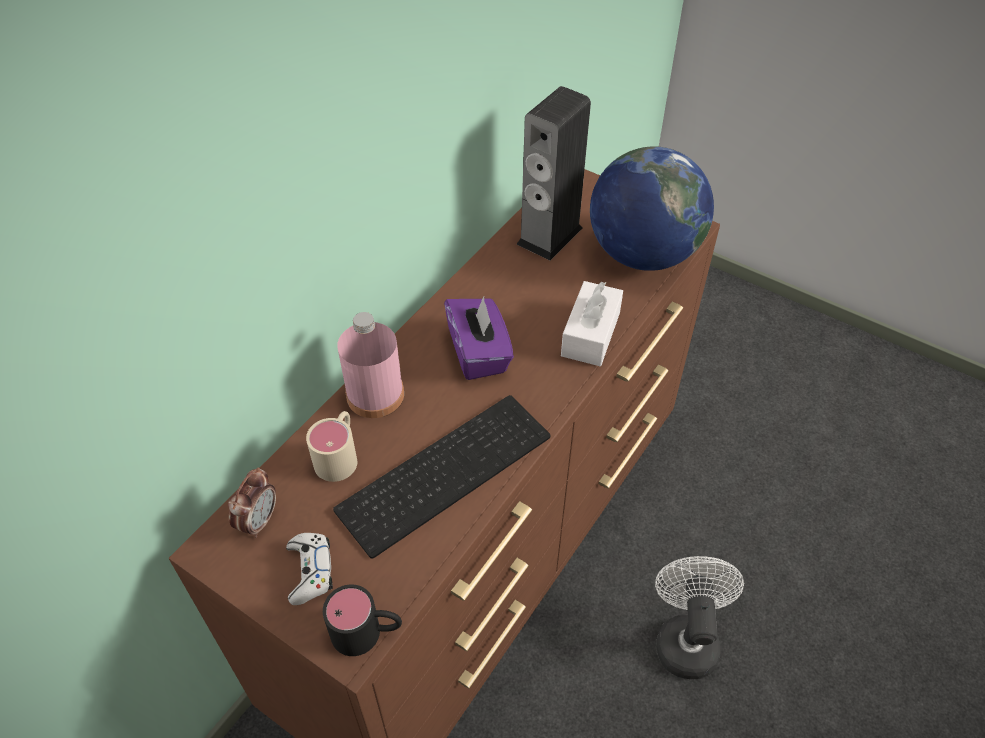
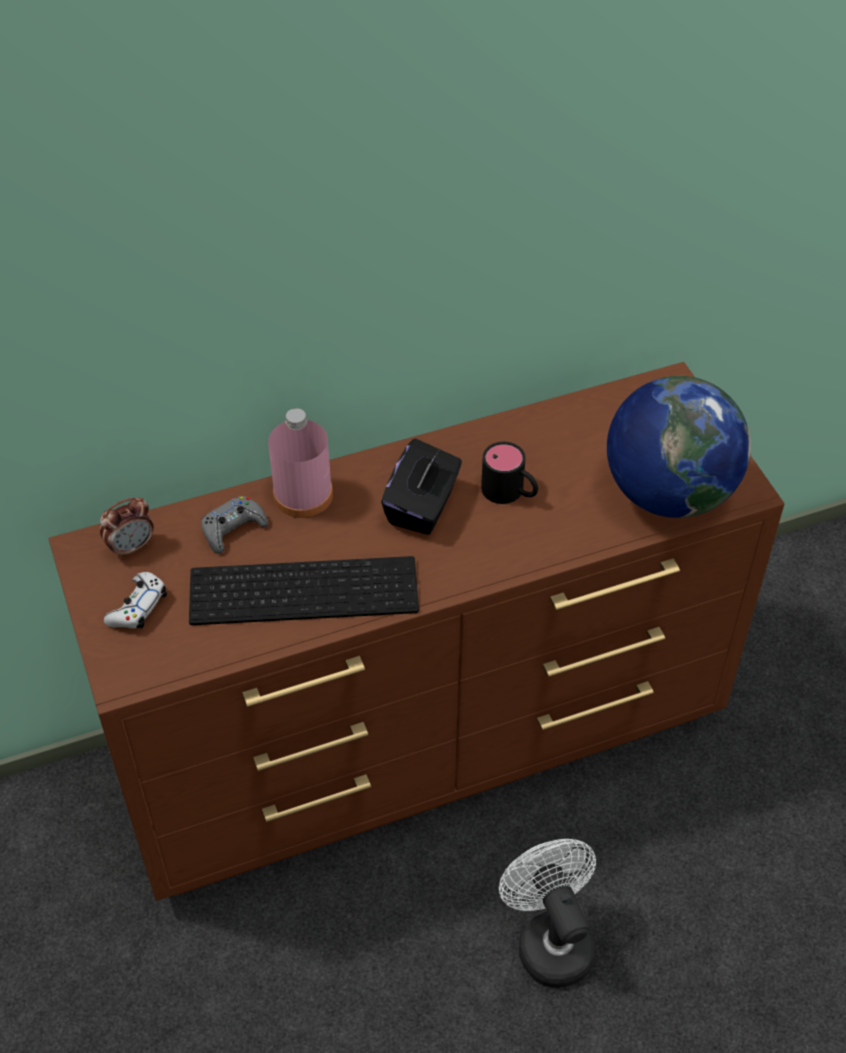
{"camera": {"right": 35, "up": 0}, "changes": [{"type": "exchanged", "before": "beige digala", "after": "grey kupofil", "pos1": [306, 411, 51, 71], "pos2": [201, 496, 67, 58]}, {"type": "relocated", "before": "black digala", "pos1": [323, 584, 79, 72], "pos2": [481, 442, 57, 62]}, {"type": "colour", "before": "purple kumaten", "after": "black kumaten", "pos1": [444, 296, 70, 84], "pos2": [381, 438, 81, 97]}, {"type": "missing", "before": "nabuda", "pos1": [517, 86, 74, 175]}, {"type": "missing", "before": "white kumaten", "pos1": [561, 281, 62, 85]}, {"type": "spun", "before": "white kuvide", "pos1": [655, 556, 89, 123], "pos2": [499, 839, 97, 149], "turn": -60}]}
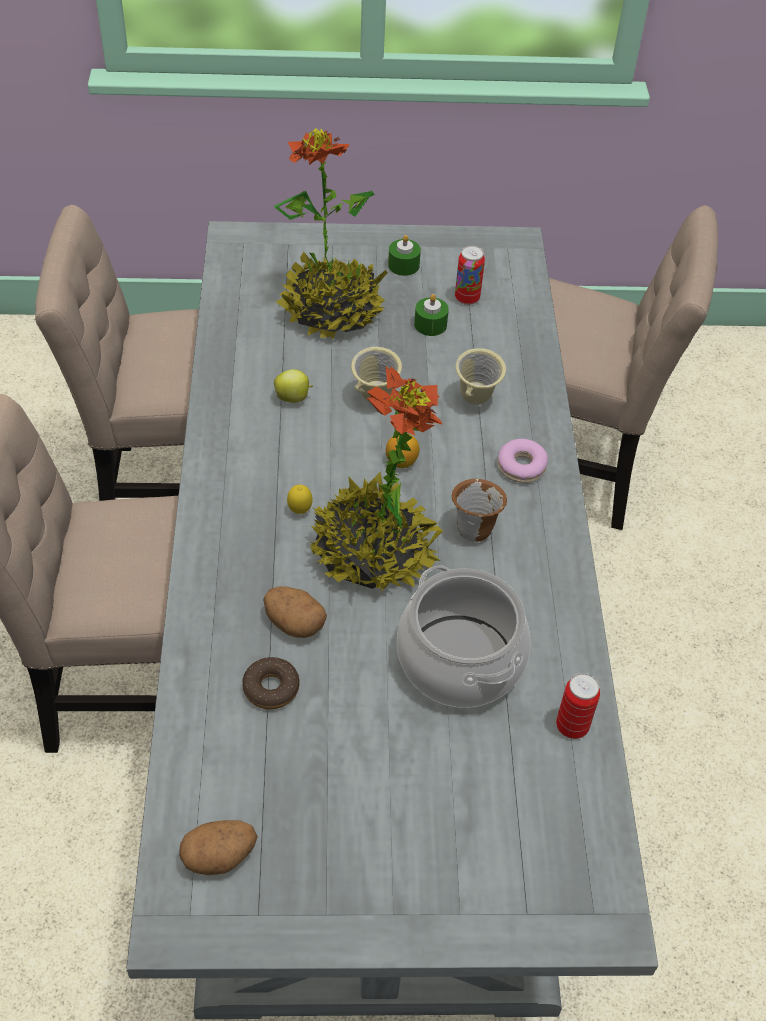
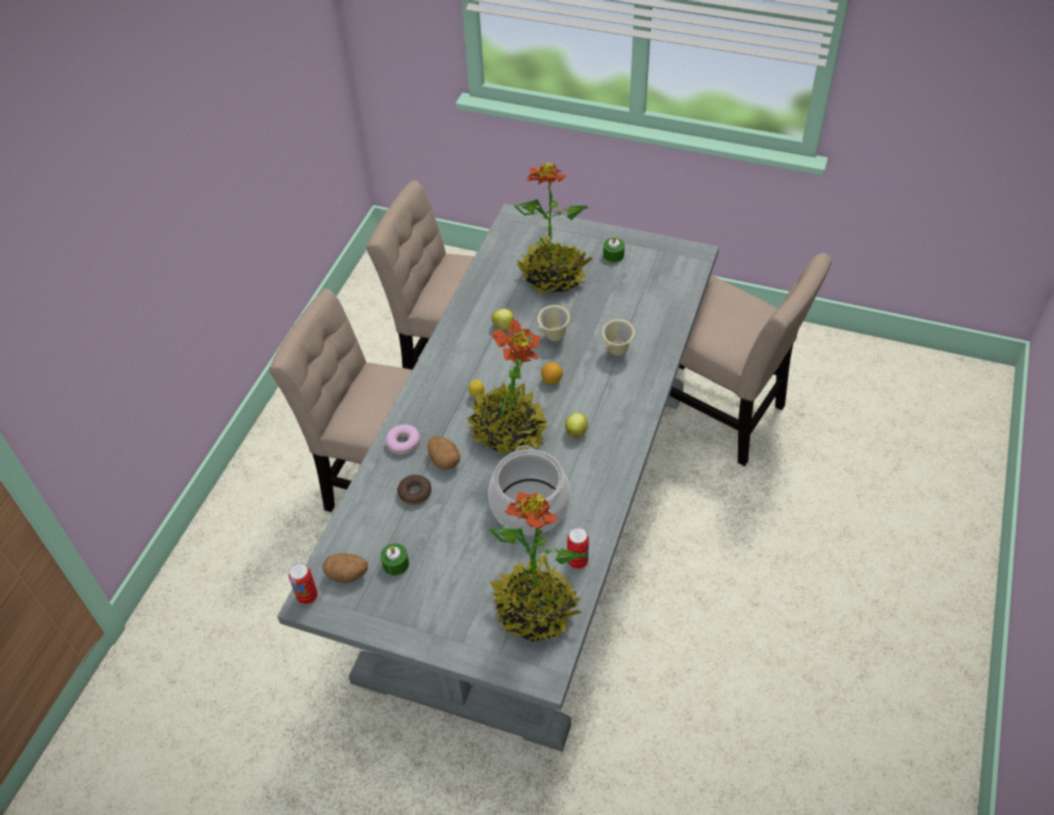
{"camera": {"right": 25, "up": 0}, "changes": [{"type": "relocated", "before": "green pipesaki", "pos1": [414, 294, 35, 42], "pos2": [380, 543, 29, 33]}, {"type": "exchanged", "before": "brown digala", "after": "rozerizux", "pos1": [451, 479, 56, 63], "pos2": [565, 413, 23, 25]}, {"type": "relocated", "before": "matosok", "pos1": [455, 245, 30, 60], "pos2": [289, 563, 29, 41]}, {"type": "relocated", "before": "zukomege", "pos1": [497, 439, 51, 44], "pos2": [386, 424, 34, 31]}, {"type": "appeared", "after": "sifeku", "pos2": [489, 491, 99, 151]}]}
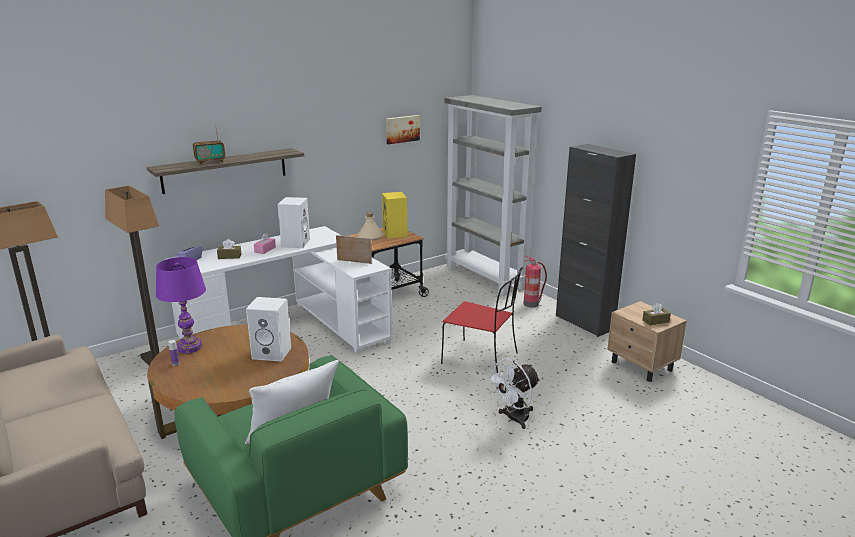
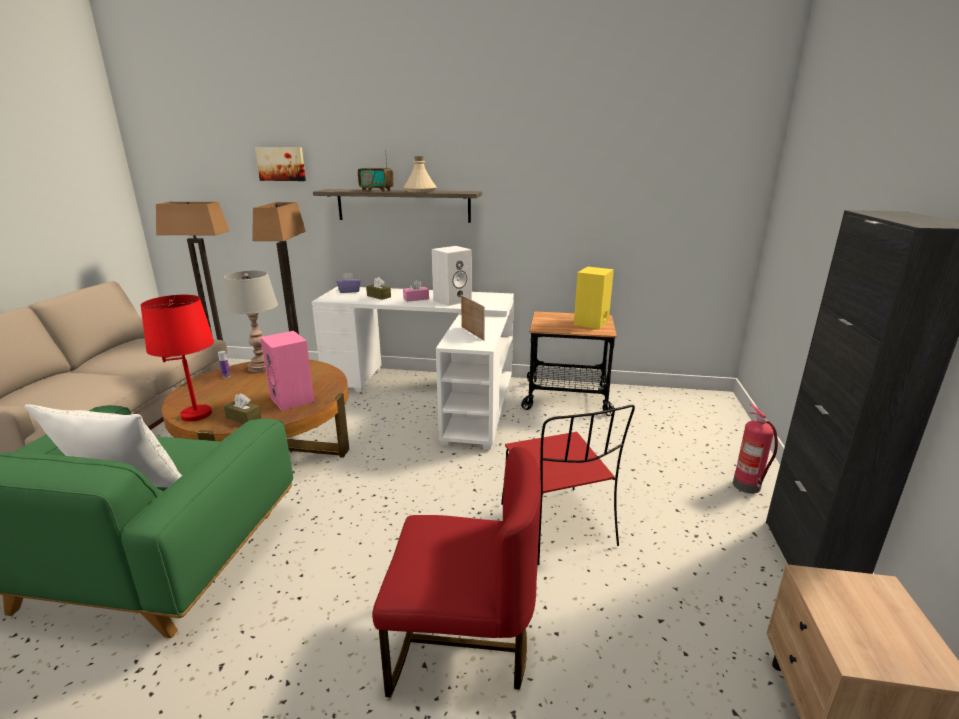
{"camera": {"right": 45, "up": 0}, "changes": [{"type": "colour", "before": "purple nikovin", "after": "grey nikovin", "pos1": [156, 257, 50, 97], "pos2": [224, 270, 54, 103]}, {"type": "colour", "before": "white nabuda", "after": "pink nabuda", "pos1": [246, 297, 45, 65], "pos2": [260, 331, 55, 80]}, {"type": "relocated", "before": "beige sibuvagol", "pos1": [357, 212, 26, 29], "pos2": [403, 156, 34, 36]}, {"type": "relocated", "before": "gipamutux", "pos1": [386, 115, 34, 30], "pos2": [255, 148, 51, 33]}, {"type": "missing", "before": "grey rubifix", "pos1": [444, 95, 98, 201]}, {"type": "exchanged", "before": "white kuvide", "after": "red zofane", "pos1": [486, 359, 54, 70], "pos2": [372, 447, 169, 251]}, {"type": "relocated", "before": "brown kumaten", "pos1": [642, 303, 29, 22], "pos2": [224, 393, 38, 31]}, {"type": "appeared", "after": "red nikovin", "pos2": [140, 295, 74, 126]}]}
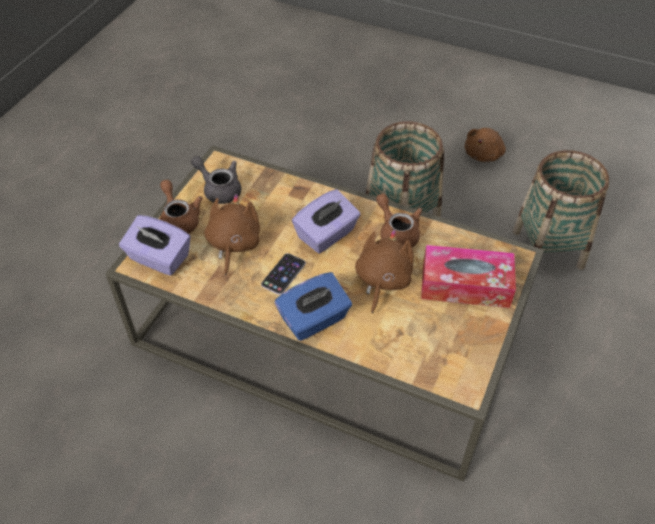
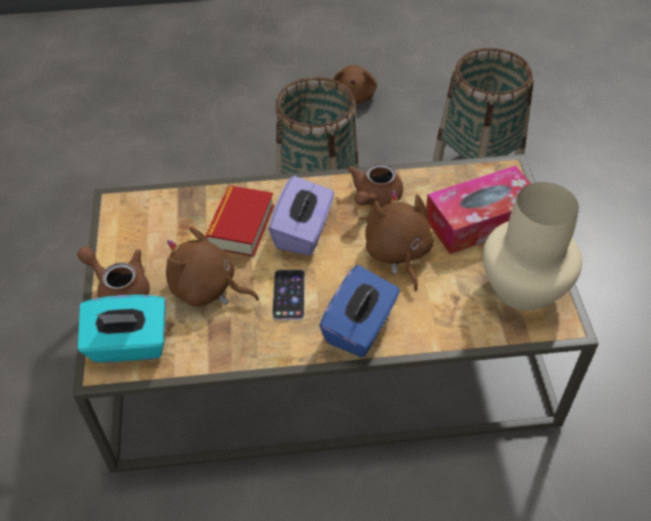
{"camera": {"right": -30, "up": 0}, "changes": [{"type": "colour", "before": "purple kumaten", "after": "turquoise kumaten", "pos1": [119, 215, 72, 61], "pos2": [78, 295, 88, 68]}, {"type": "missing", "before": "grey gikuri", "pos1": [191, 156, 50, 48]}, {"type": "spun", "before": "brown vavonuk", "pos1": [205, 194, 55, 81], "pos2": [166, 227, 93, 80], "turn": -45}, {"type": "spun", "before": "brown gikuri", "pos1": [376, 193, 46, 54], "pos2": [347, 163, 56, 44], "turn": -90}, {"type": "appeared", "after": "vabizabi", "pos2": [205, 186, 69, 70]}, {"type": "appeared", "after": "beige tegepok", "pos2": [483, 182, 99, 129]}]}
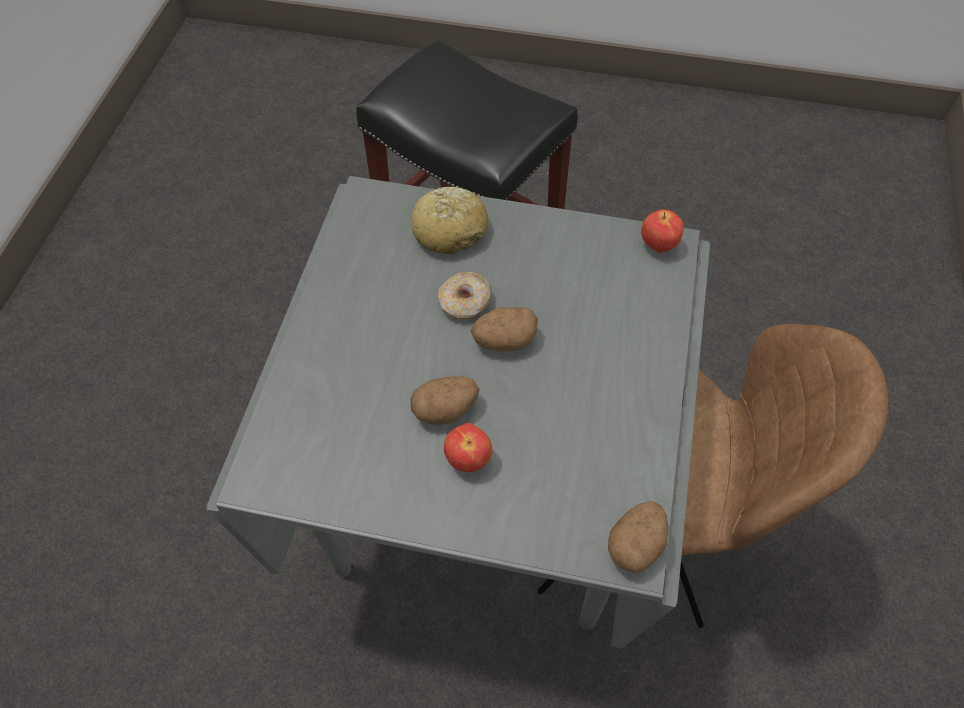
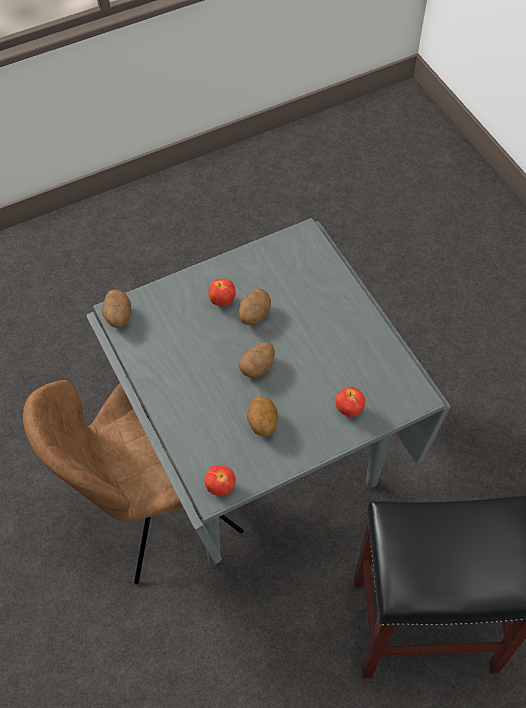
{"camera": {"right": 140, "up": 0}, "changes": [{"type": "exchanged", "before": "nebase", "after": "rozerizux", "pos1": [411, 187, 77, 67], "pos2": [335, 387, 30, 30]}, {"type": "missing", "before": "zukomege", "pos1": [438, 272, 54, 48]}, {"type": "appeared", "after": "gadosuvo", "pos2": [247, 396, 31, 40]}]}
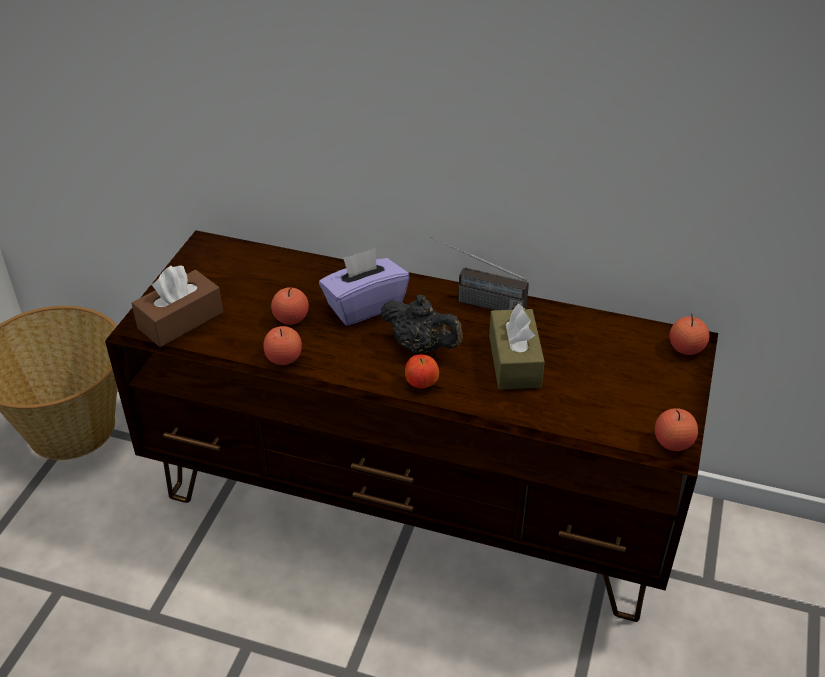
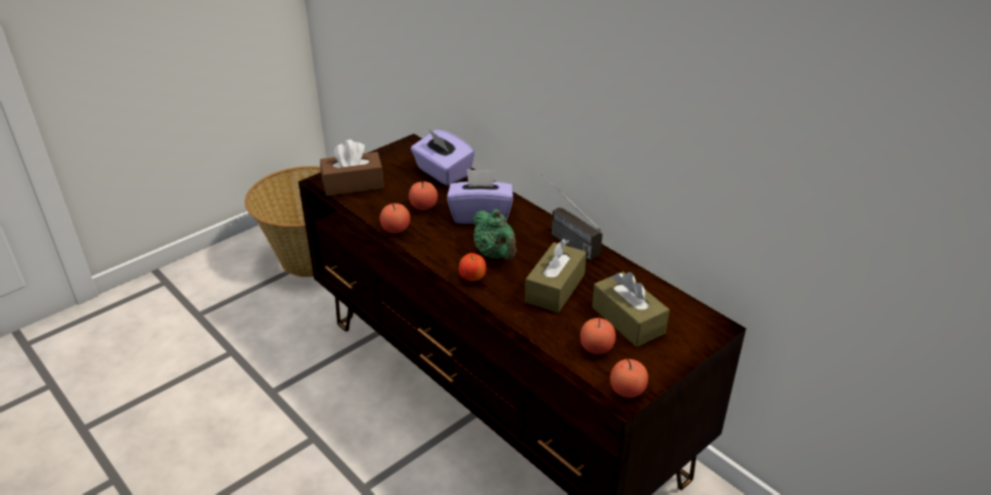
{"camera": {"right": 30, "up": -5}, "changes": [{"type": "colour", "before": "black gikuri", "after": "green gikuri", "pos1": [380, 295, 83, 58], "pos2": [472, 209, 44, 51]}, {"type": "relocated", "before": "rozerizux", "pos1": [670, 313, 39, 42], "pos2": [580, 315, 36, 40]}, {"type": "appeared", "after": "purple kumaten", "pos2": [411, 129, 64, 57]}, {"type": "appeared", "after": "brown kumaten", "pos2": [592, 272, 78, 75]}]}
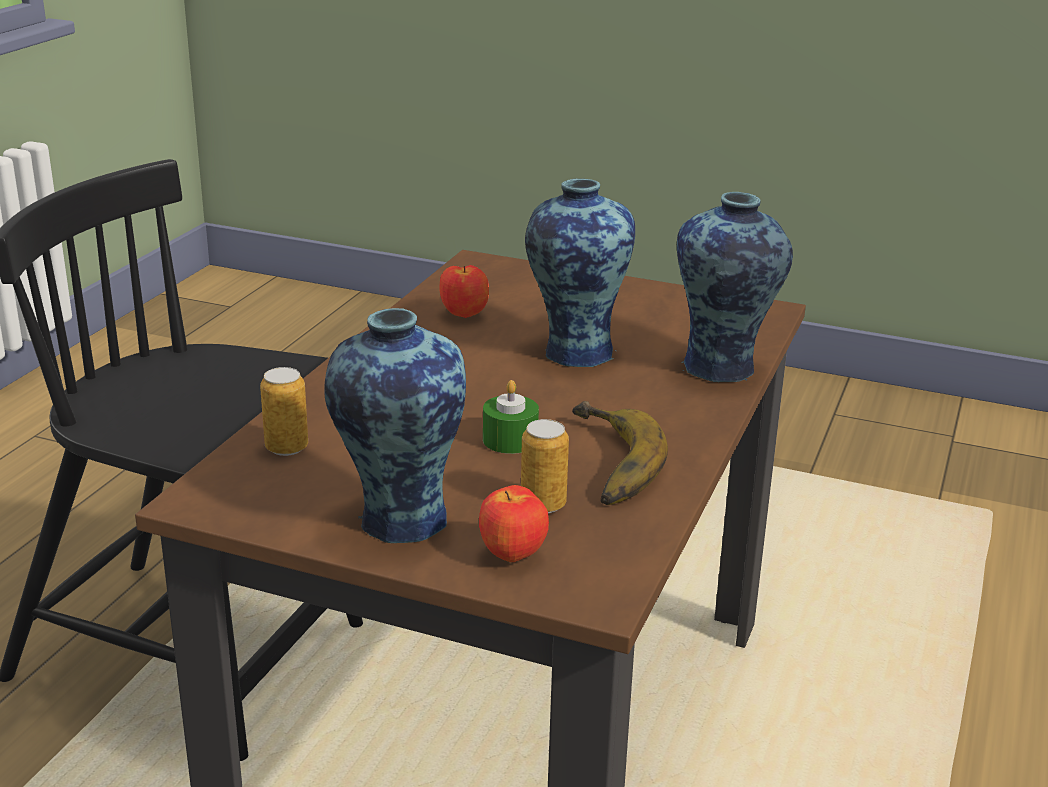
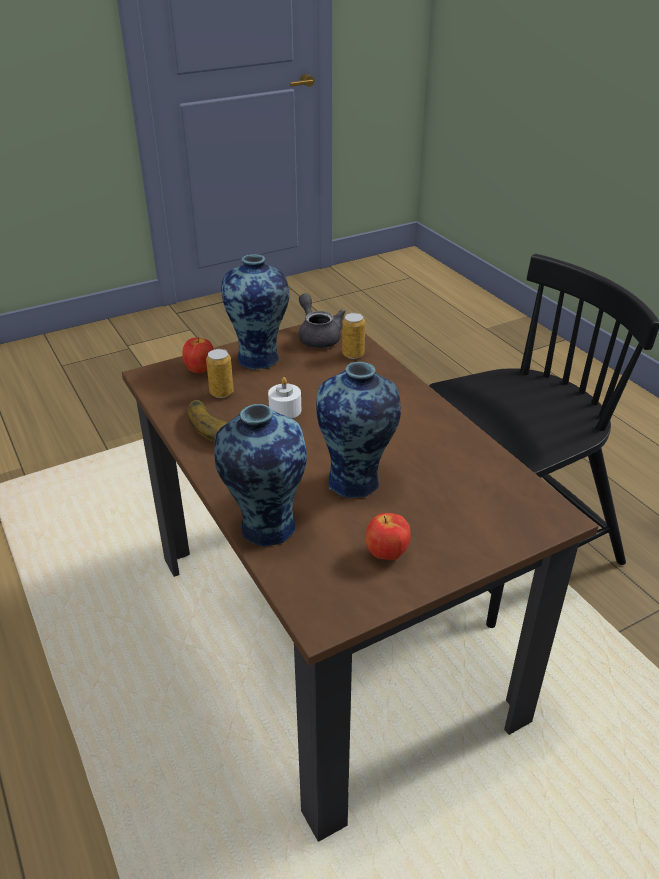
{"camera": {"right": 130, "up": 10}, "changes": [{"type": "relocated", "before": "rozerizux", "pos1": [440, 265, 49, 53], "pos2": [365, 513, 46, 47]}, {"type": "colour", "before": "green pipesaki", "after": "white pipesaki", "pos1": [483, 380, 56, 74], "pos2": [268, 377, 33, 42]}, {"type": "appeared", "after": "grey gikuri", "pos2": [298, 293, 48, 55]}]}
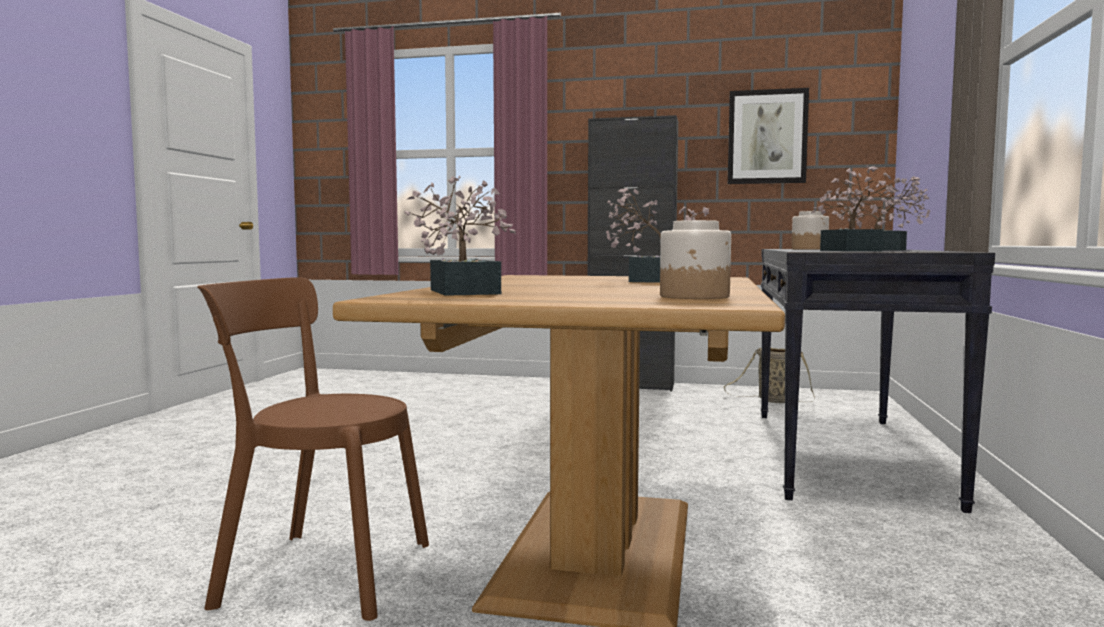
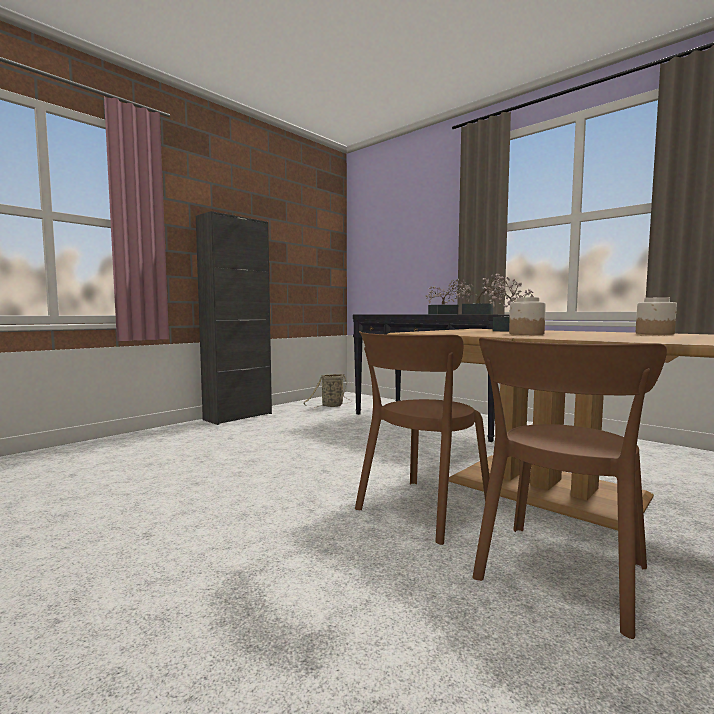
{"camera": {"right": -60, "up": 0}, "changes": [{"type": "missing", "before": "sifeku", "pos1": [405, 176, 111, 120]}, {"type": "missing", "before": "gipamutux", "pos1": [728, 88, 81, 96]}, {"type": "relocated", "before": "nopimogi", "pos1": [792, 211, 37, 39], "pos2": [509, 297, 37, 38]}, {"type": "appeared", "after": "brown zofane", "pos2": [355, 331, 134, 214]}]}
